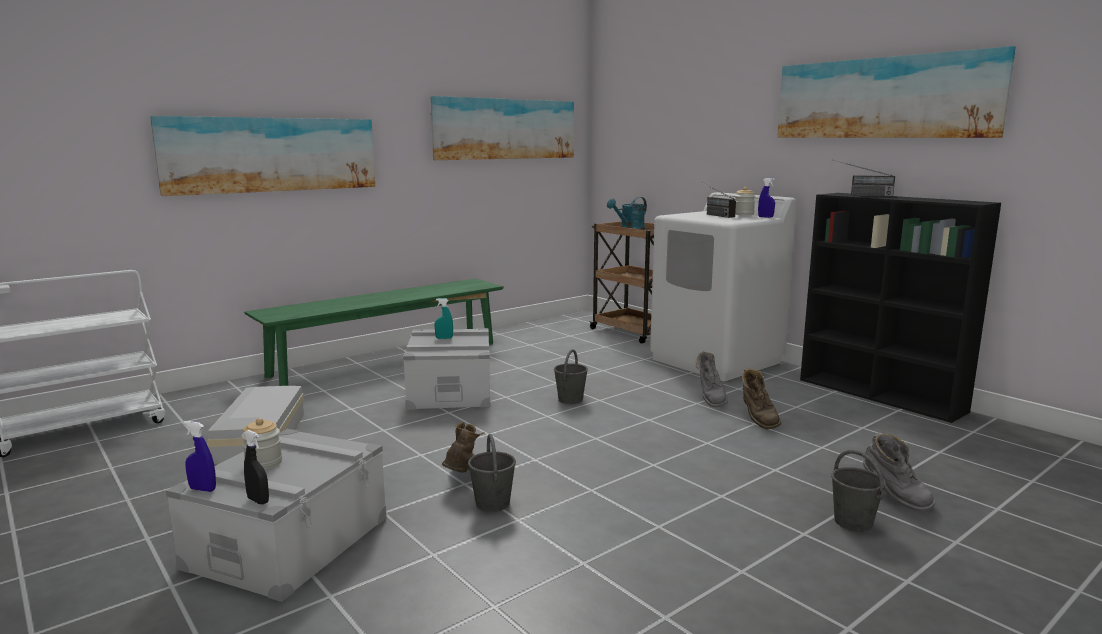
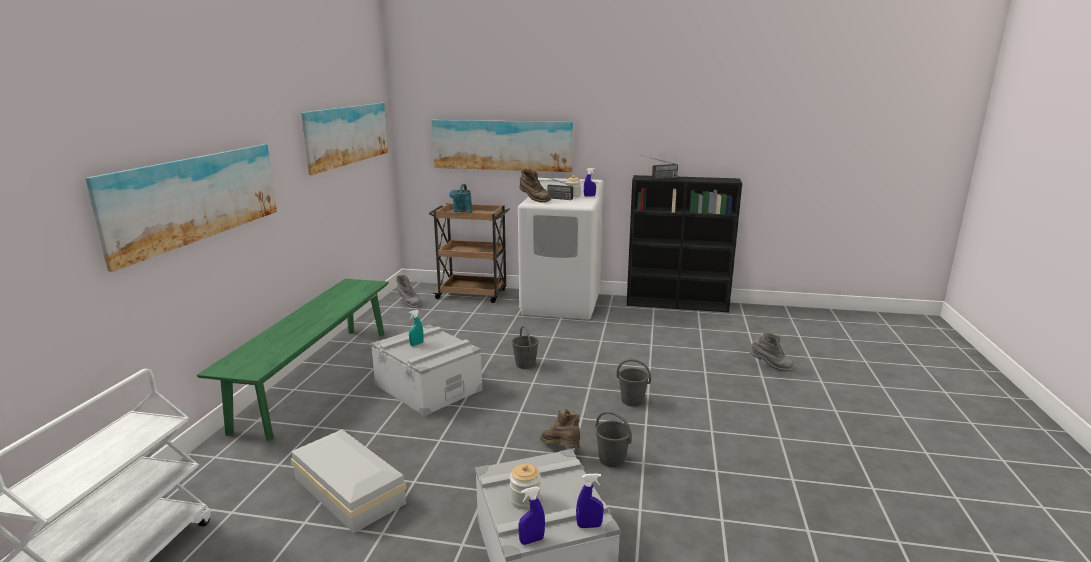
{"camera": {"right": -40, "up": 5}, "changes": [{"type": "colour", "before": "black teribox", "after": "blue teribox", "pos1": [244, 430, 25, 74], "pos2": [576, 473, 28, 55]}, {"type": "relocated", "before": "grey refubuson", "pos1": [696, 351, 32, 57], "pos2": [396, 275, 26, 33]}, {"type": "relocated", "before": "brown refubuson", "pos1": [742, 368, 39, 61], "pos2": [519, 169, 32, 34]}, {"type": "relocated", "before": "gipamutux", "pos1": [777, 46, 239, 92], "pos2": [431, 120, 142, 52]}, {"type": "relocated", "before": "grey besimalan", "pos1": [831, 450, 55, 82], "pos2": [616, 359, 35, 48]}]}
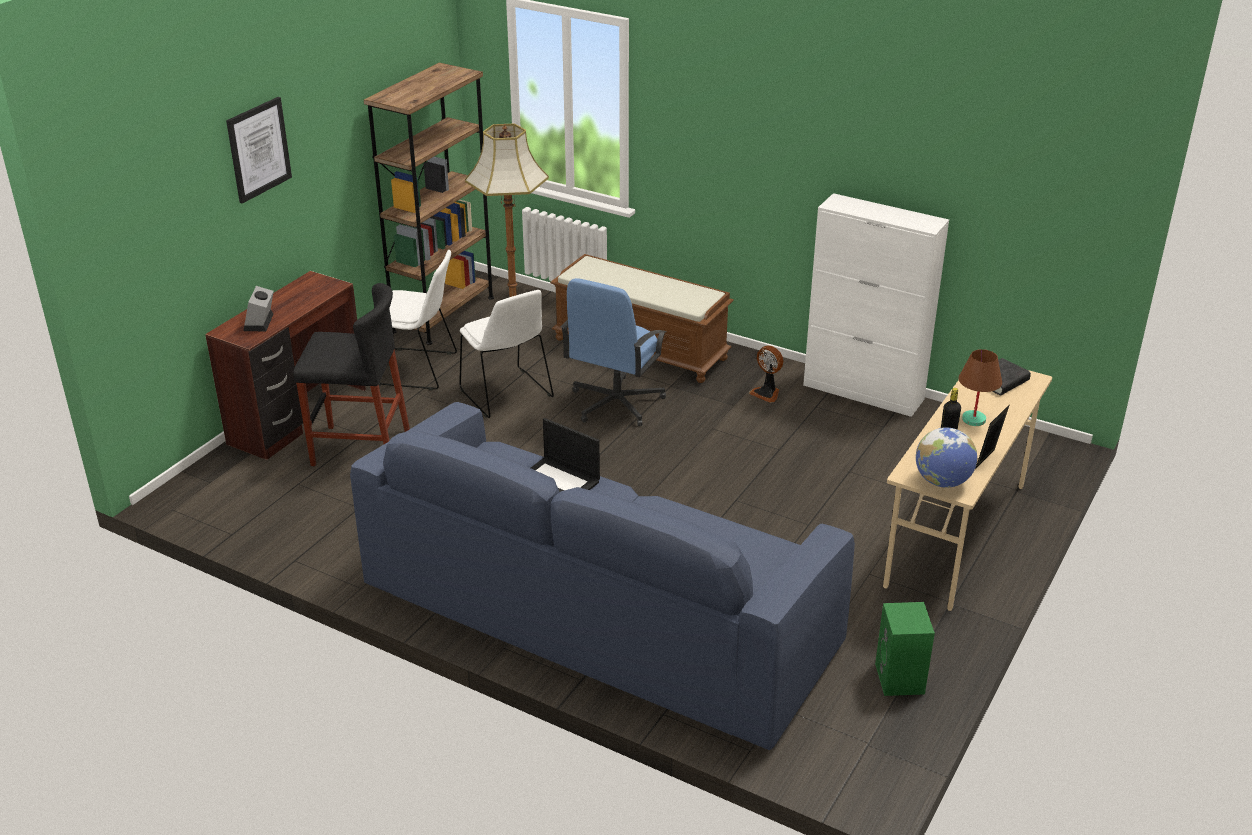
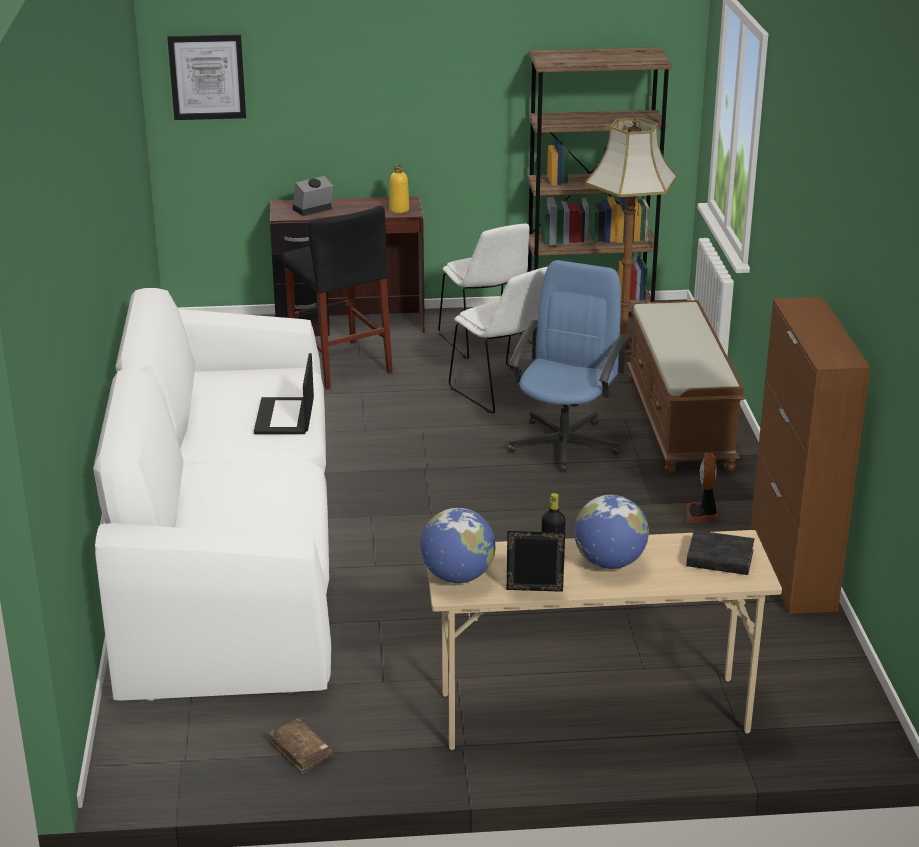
{"camera": {"right": 55, "up": -5}, "changes": [{"type": "relocated", "before": "gipamutux", "pos1": [226, 97, 66, 107], "pos2": [167, 34, 79, 86]}, {"type": "colour", "before": "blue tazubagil", "after": "white tazubagil", "pos1": [350, 402, 505, 348], "pos2": [93, 288, 238, 413]}, {"type": "spun", "before": "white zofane", "pos1": [459, 290, 95, 128], "pos2": [449, 266, 99, 147], "turn": -60}, {"type": "spun", "before": "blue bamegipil", "pos1": [561, 278, 105, 148], "pos2": [508, 260, 120, 213], "turn": 120}, {"type": "colour", "before": "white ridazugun", "after": "brown ridazugun", "pos1": [803, 193, 146, 224], "pos2": [750, 297, 120, 317]}, {"type": "exchanged", "before": "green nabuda", "after": "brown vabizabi", "pos1": [875, 602, 60, 94], "pos2": [268, 717, 66, 57]}, {"type": "exchanged", "before": "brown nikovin", "after": "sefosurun", "pos1": [958, 349, 44, 77], "pos2": [574, 495, 75, 74]}, {"type": "appeared", "after": "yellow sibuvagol", "pos2": [389, 165, 20, 48]}]}
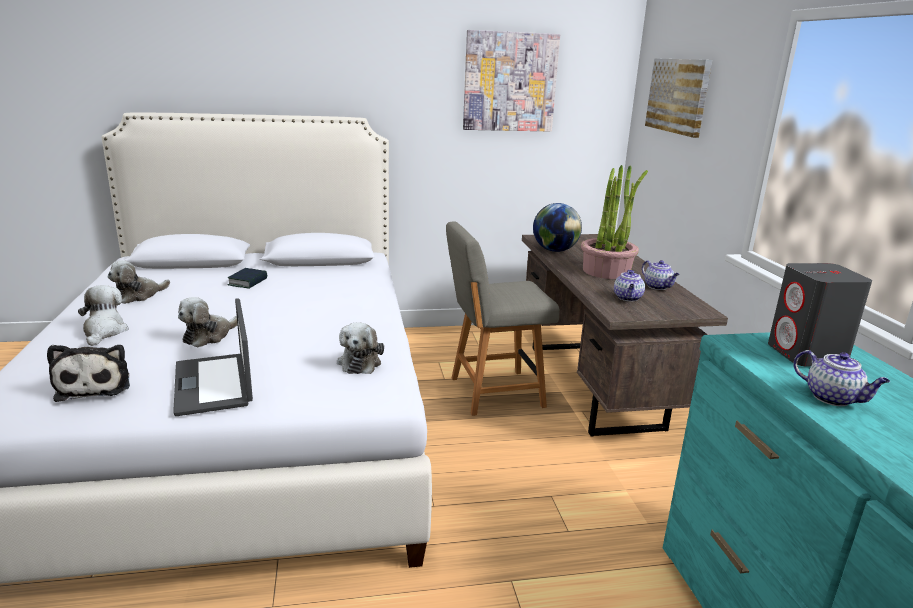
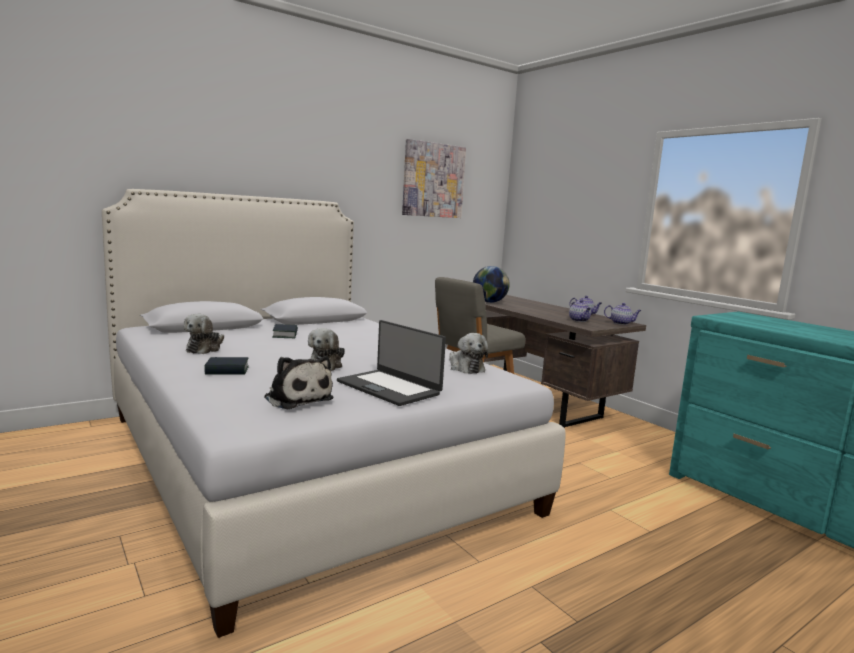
{"camera": {"right": -25, "up": -10}, "changes": [{"type": "exchanged", "before": "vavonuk", "after": "vabizabi", "pos1": [78, 285, 51, 61], "pos2": [204, 357, 45, 18]}, {"type": "missing", "before": "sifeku", "pos1": [581, 165, 67, 114]}, {"type": "missing", "before": "gipamutux", "pos1": [645, 58, 67, 80]}, {"type": "missing", "before": "grey nabuda", "pos1": [768, 263, 104, 103]}, {"type": "relocated", "before": "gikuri", "pos1": [793, 350, 97, 56], "pos2": [604, 303, 37, 22]}]}
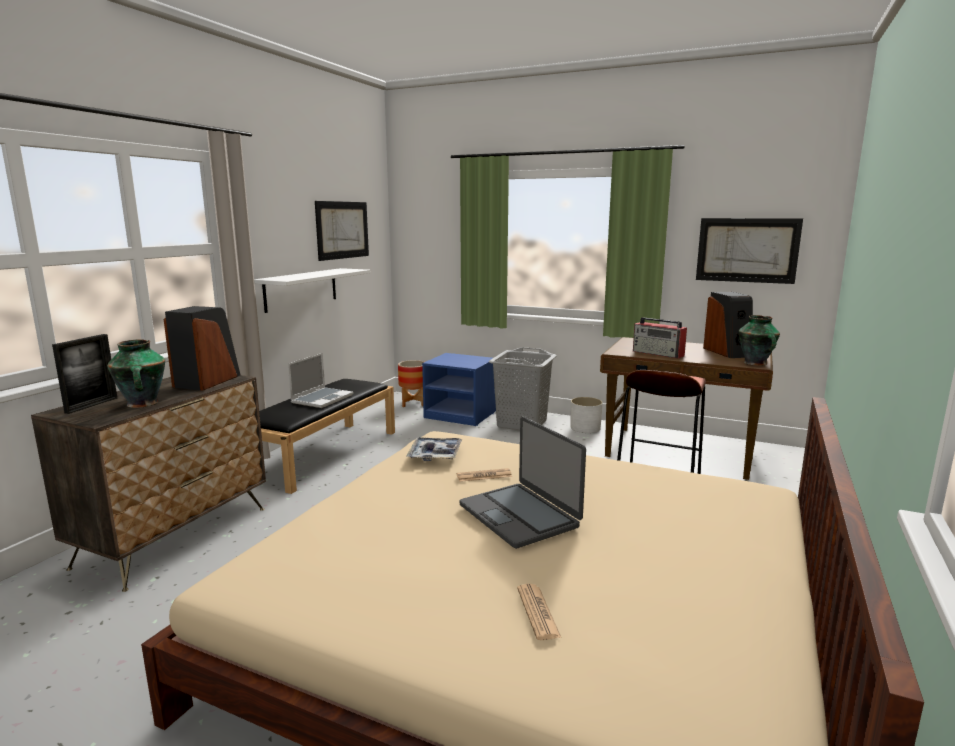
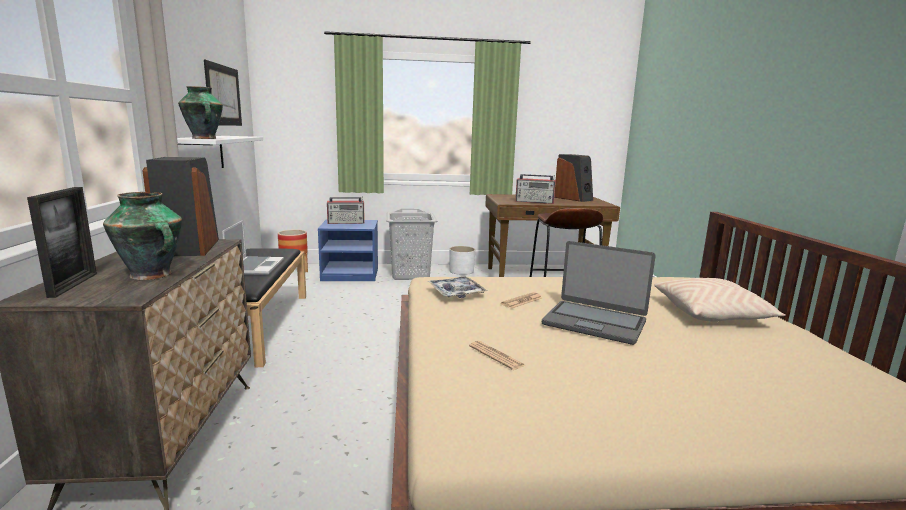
{"camera": {"right": -30, "up": 0}, "changes": [{"type": "relocated", "before": "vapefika", "pos1": [517, 584, 44, 56], "pos2": [469, 341, 56, 29]}, {"type": "missing", "before": "gipamutux", "pos1": [696, 218, 107, 66]}, {"type": "relocated", "before": "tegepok", "pos1": [738, 315, 42, 51], "pos2": [178, 86, 45, 53]}, {"type": "appeared", "after": "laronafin", "pos2": [327, 197, 38, 27]}, {"type": "appeared", "after": "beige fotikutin", "pos2": [654, 278, 132, 44]}]}
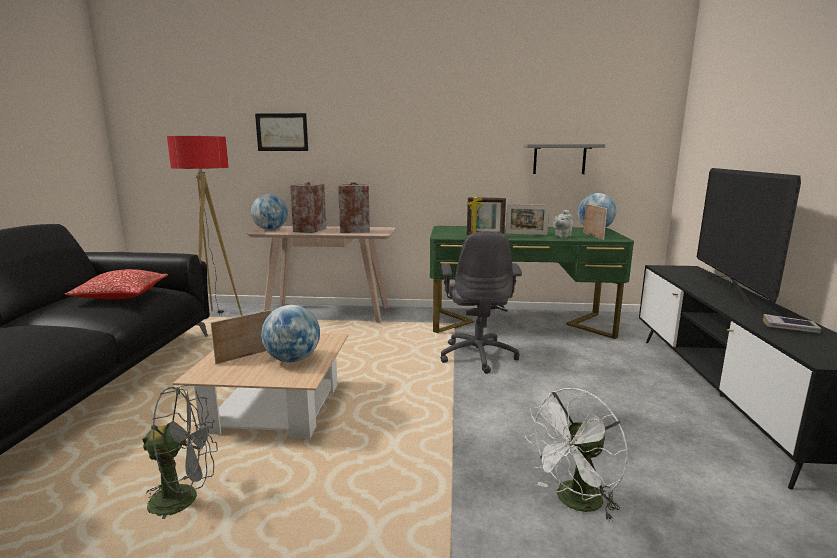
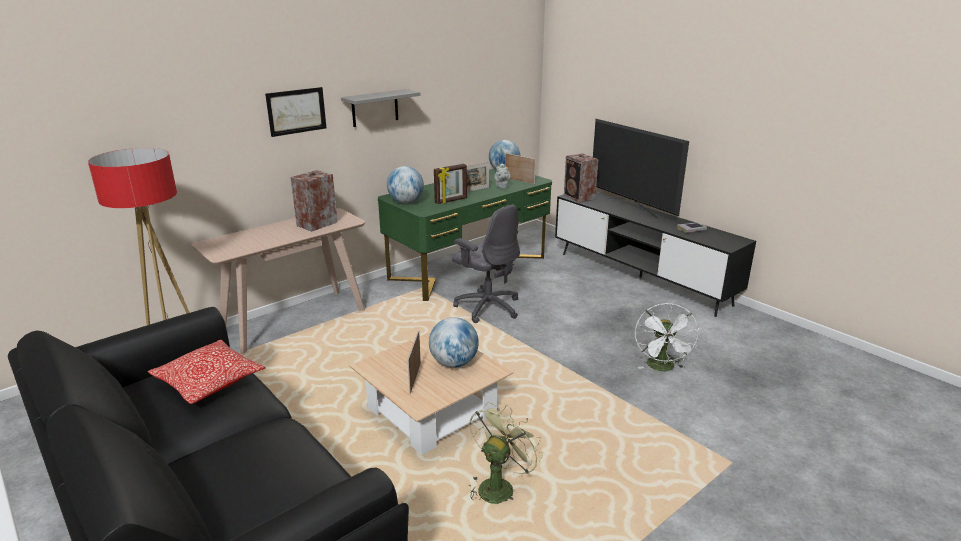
{"camera": {"right": -45, "up": 10}, "changes": [{"type": "colour", "before": "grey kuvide", "after": "green kuvide", "pos1": [142, 384, 76, 135], "pos2": [468, 402, 75, 102]}, {"type": "relocated", "before": "sefosurun", "pos1": [251, 194, 37, 36], "pos2": [387, 166, 37, 38]}, {"type": "relocated", "before": "gipamutux", "pos1": [255, 113, 53, 38], "pos2": [265, 87, 61, 50]}, {"type": "relocated", "before": "nabuda", "pos1": [290, 182, 36, 51], "pos2": [564, 153, 34, 50]}, {"type": "relocated", "before": "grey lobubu", "pos1": [524, 144, 81, 30], "pos2": [341, 89, 80, 38]}]}
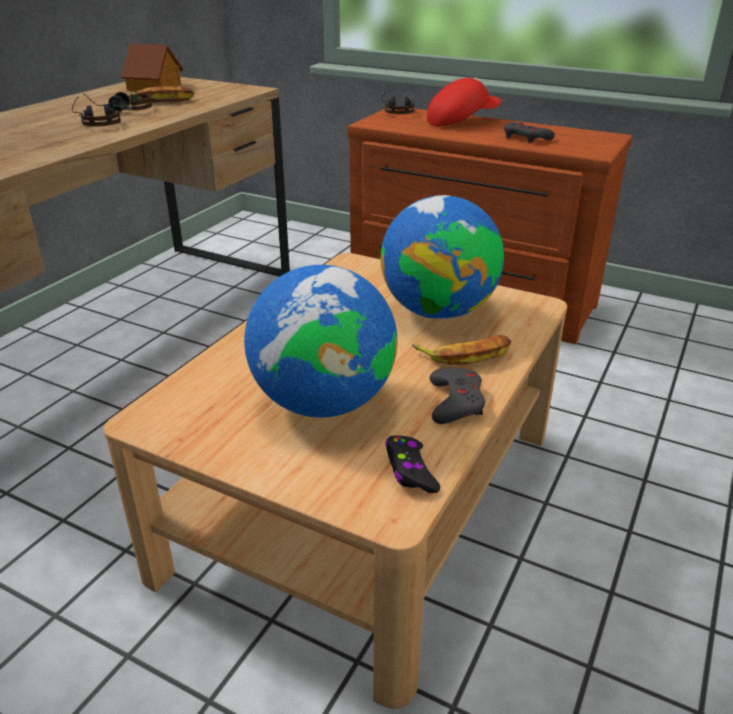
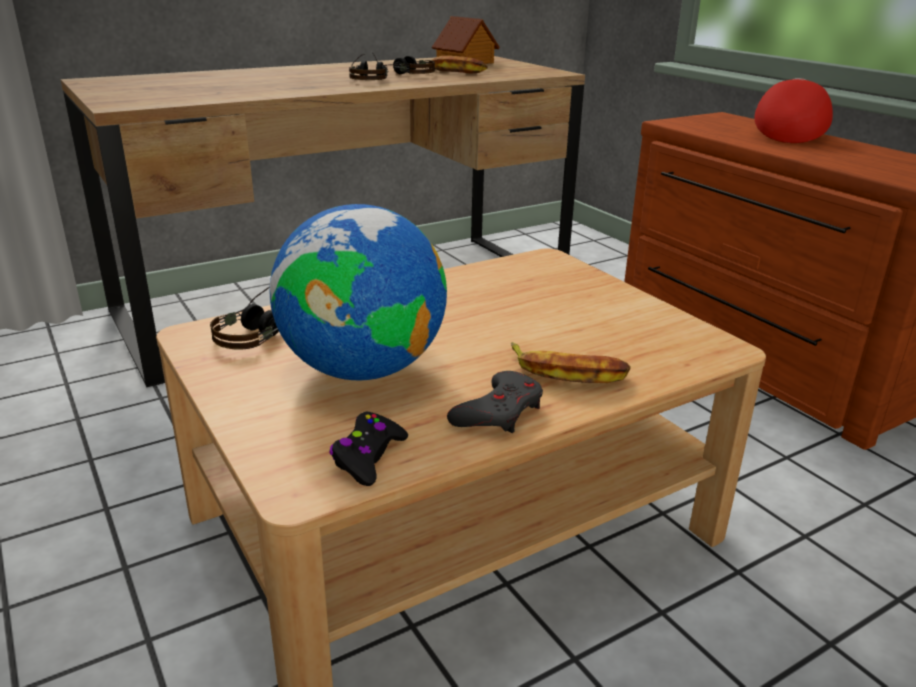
{"camera": {"right": 30, "up": -5}, "changes": [{"type": "relocated", "before": "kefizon", "pos1": [381, 89, 34, 25], "pos2": [210, 287, 69, 62]}, {"type": "missing", "before": "sefosurun", "pos1": [381, 195, 123, 124]}, {"type": "spun", "before": "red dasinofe", "pos1": [427, 77, 74, 49], "pos2": [754, 78, 79, 65], "turn": -75}, {"type": "missing", "before": "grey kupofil", "pos1": [504, 122, 51, 21]}]}
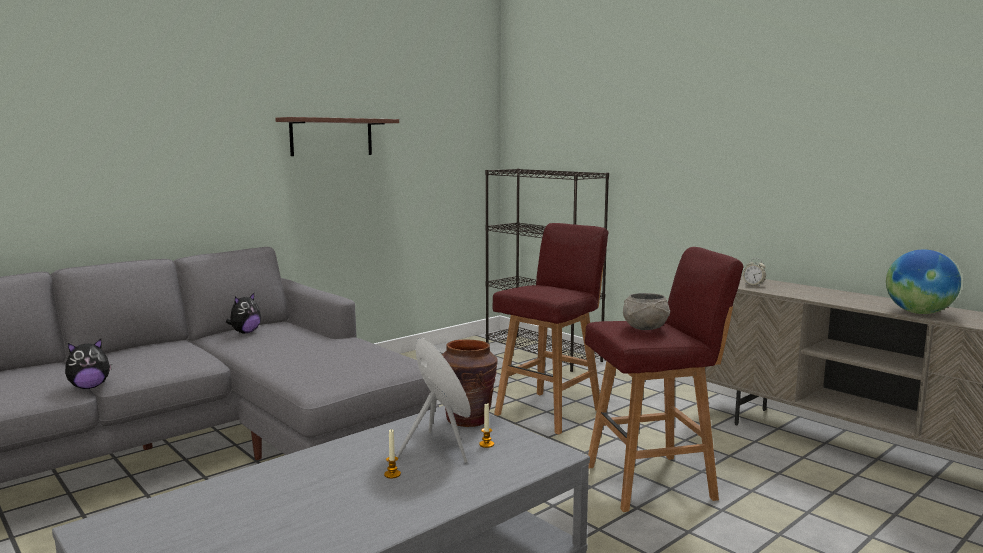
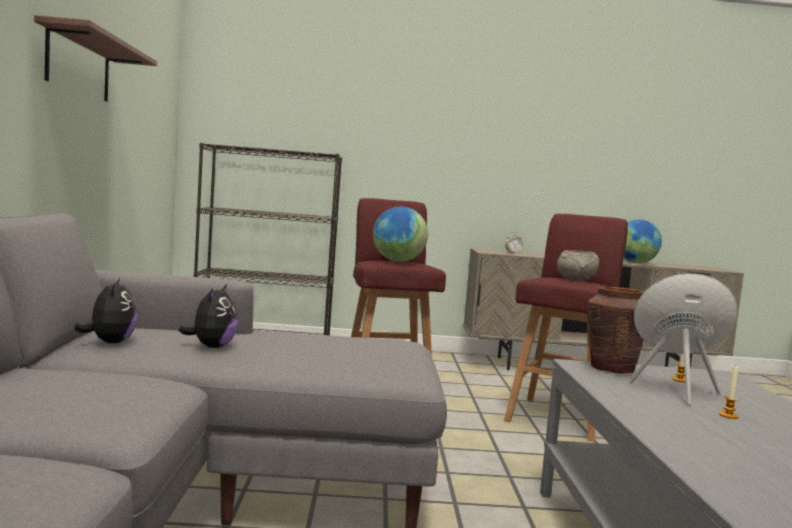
{"camera": {"right": -50, "up": -5}, "changes": [{"type": "relocated", "before": "vavonuk", "pos1": [65, 339, 47, 50], "pos2": [178, 284, 60, 64]}, {"type": "appeared", "after": "sefosurun", "pos2": [373, 206, 55, 56]}]}
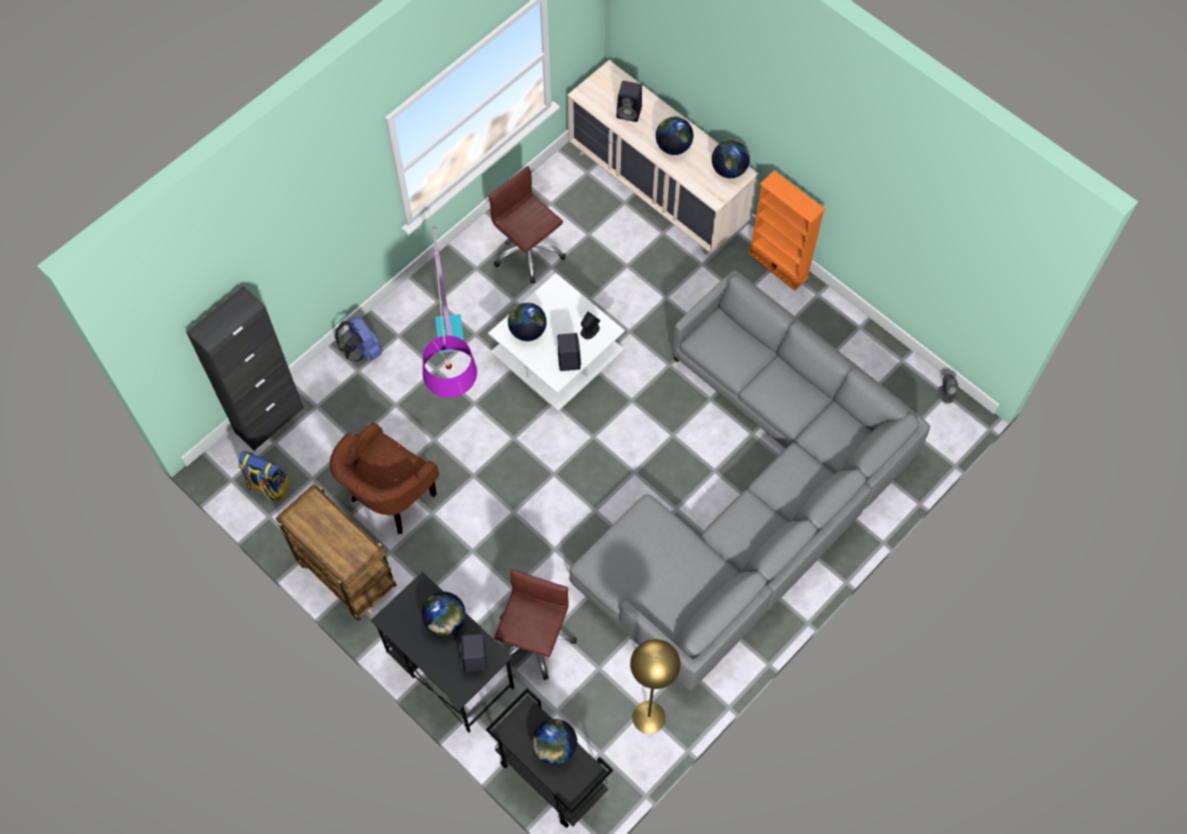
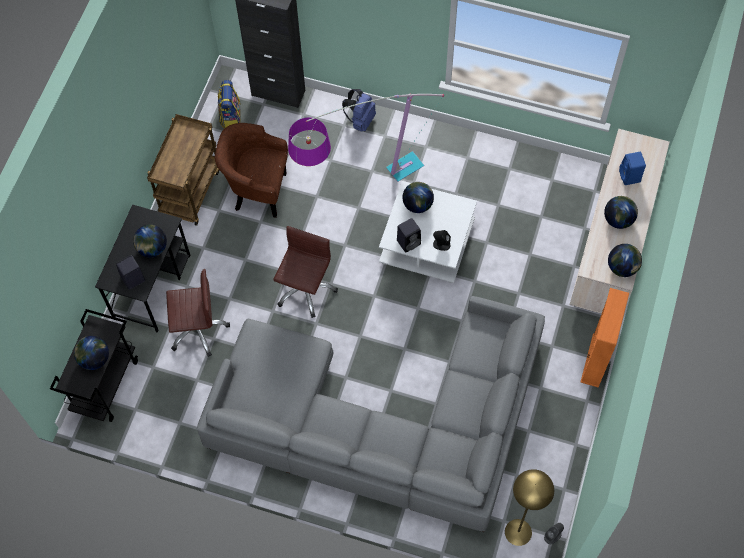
{"camera": {"right": 65, "up": 0}, "changes": [{"type": "relocated", "before": "brown bamegipil", "pos1": [488, 166, 78, 117], "pos2": [273, 226, 65, 92]}, {"type": "colour", "before": "black nabuda", "after": "blue nabuda", "pos1": [616, 81, 26, 41], "pos2": [619, 152, 27, 33]}, {"type": "relocated", "before": "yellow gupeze", "pos1": [630, 639, 51, 95], "pos2": [505, 469, 49, 77]}]}
